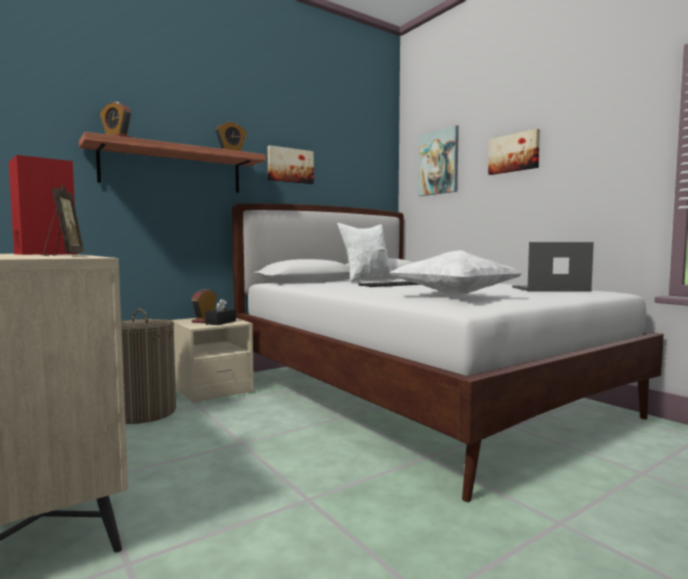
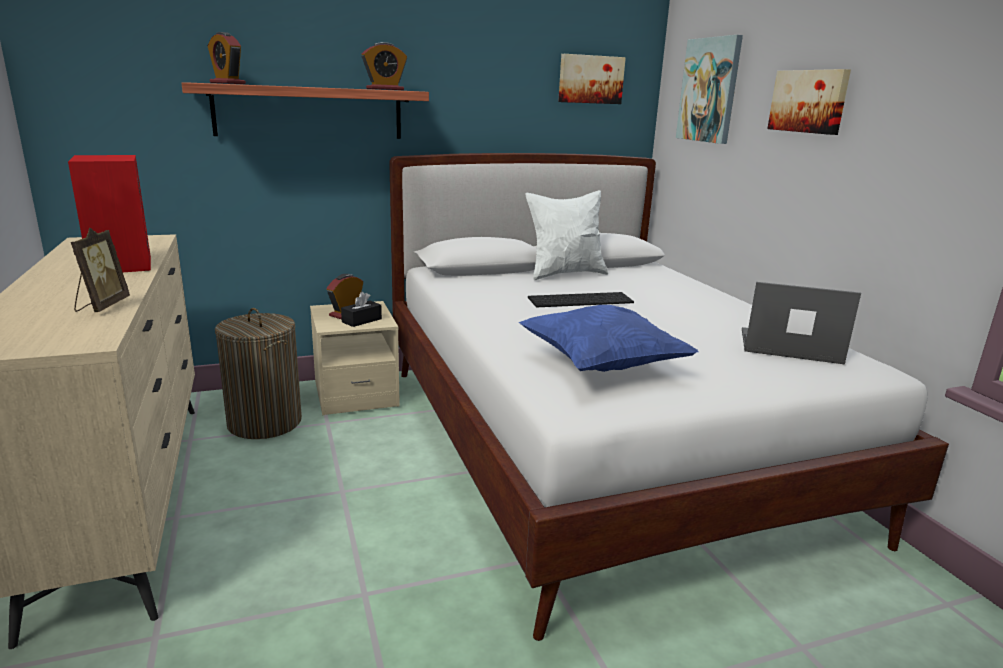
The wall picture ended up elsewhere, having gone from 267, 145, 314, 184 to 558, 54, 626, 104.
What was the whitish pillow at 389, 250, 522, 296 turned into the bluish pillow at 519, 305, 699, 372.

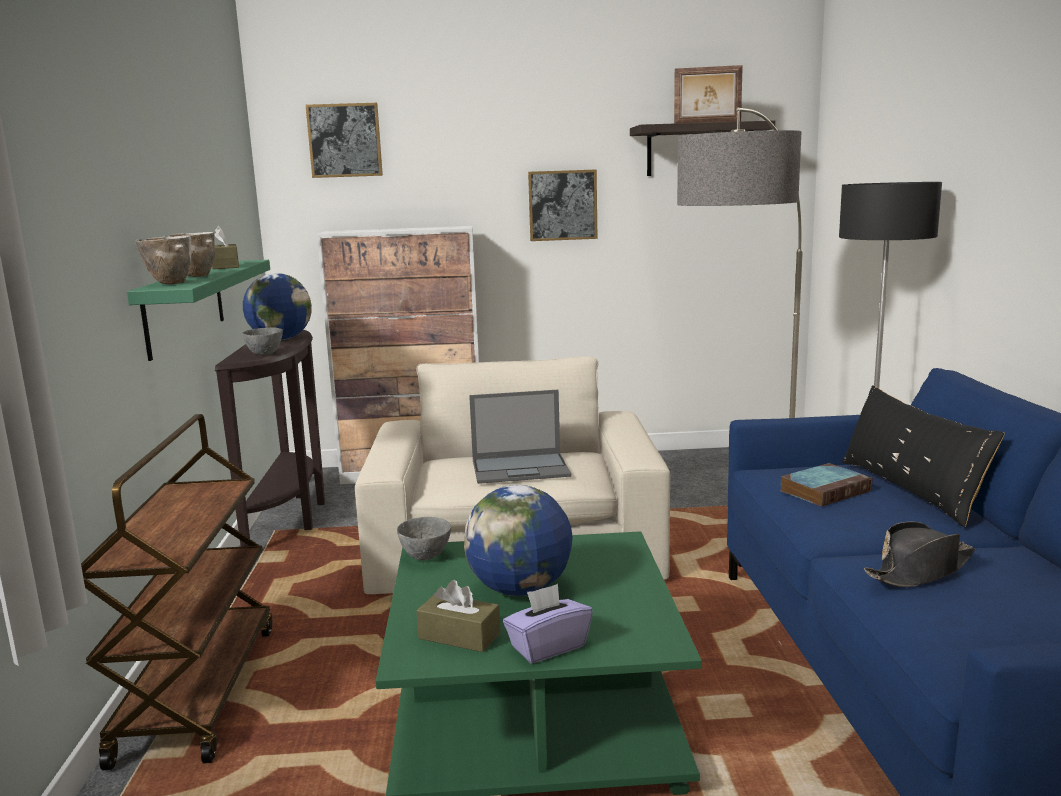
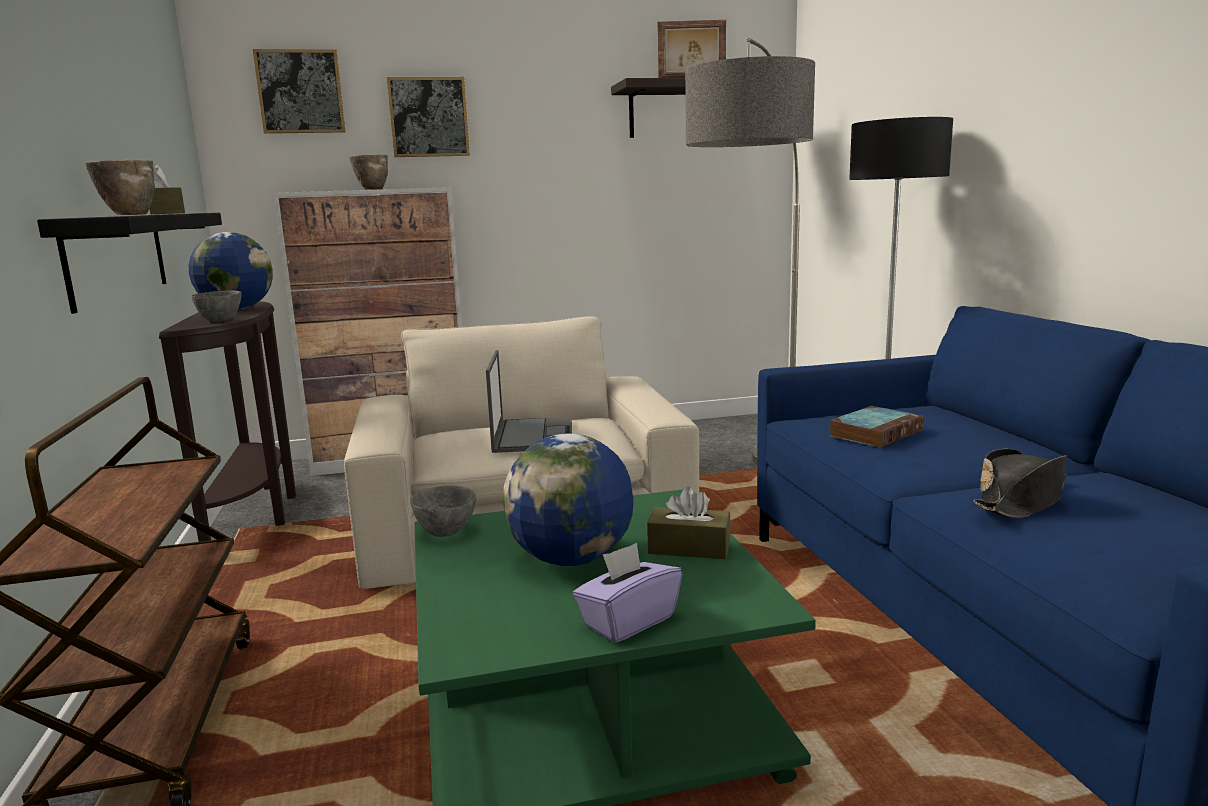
The second view lost the black pillow at 842, 385, 1005, 527.
The bowl ended up elsewhere, having gone from 135, 236, 191, 284 to 349, 154, 388, 190.
The brownish tissue box ended up elsewhere, having gone from 416, 580, 500, 652 to 647, 486, 731, 559.
The wall picture ended up elsewhere, having gone from 528, 170, 597, 241 to 387, 77, 470, 157.
What was the green wall shelf at 127, 260, 270, 361 turned into the black wall shelf at 37, 213, 222, 314.
The portable computer at 469, 390, 571, 484 ended up facing another way, 75 degrees counterclockwise from before.

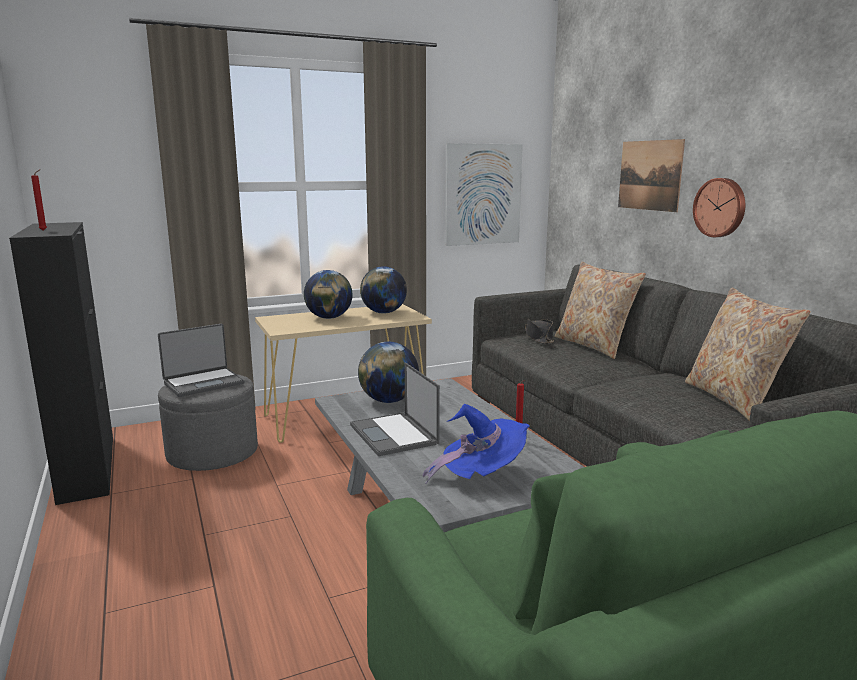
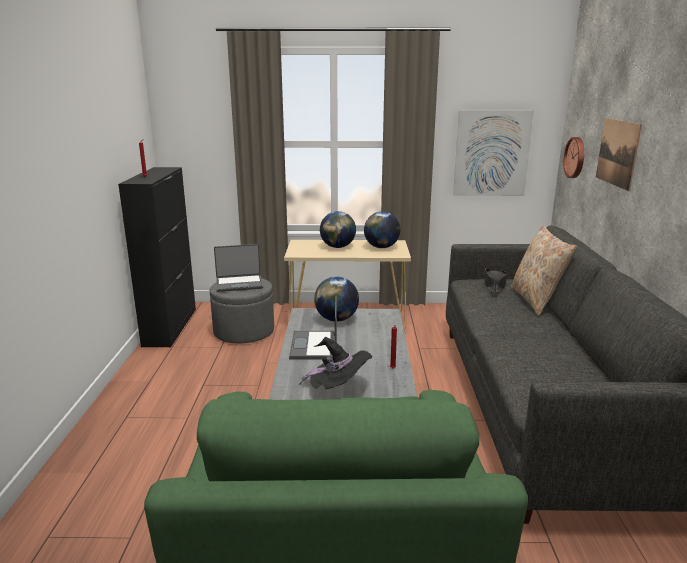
The second view lost the beige pillow at 685, 288, 811, 420.
The wall clock ended up elsewhere, having gone from 693, 178, 745, 237 to 563, 137, 584, 178.
What was the bluish clothing hat at 422, 404, 530, 484 turned into the black clothing hat at 298, 337, 372, 389.

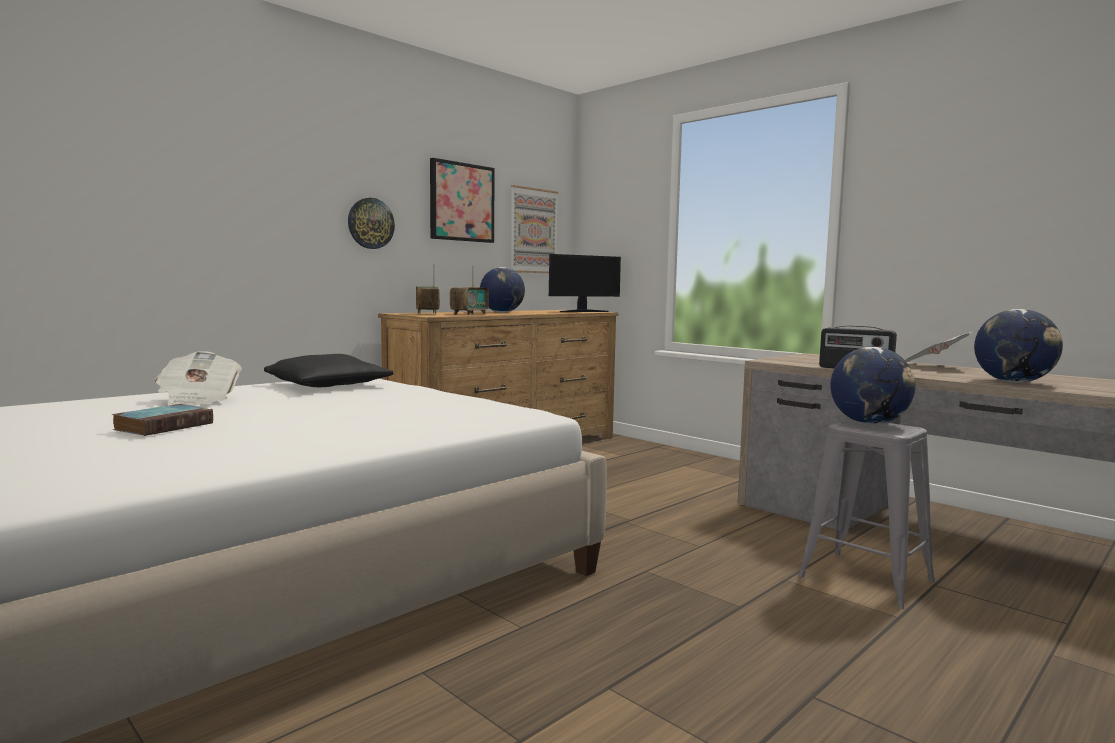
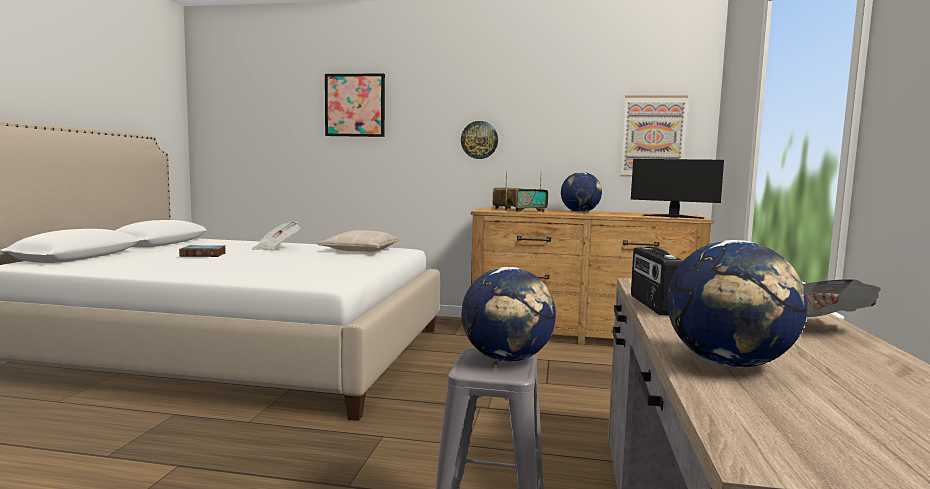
The wall picture ended up elsewhere, having gone from 430, 158, 495, 243 to 325, 73, 385, 137.
What was the black pillow at 264, 354, 394, 387 turned into the beige pillow at 318, 230, 399, 252.

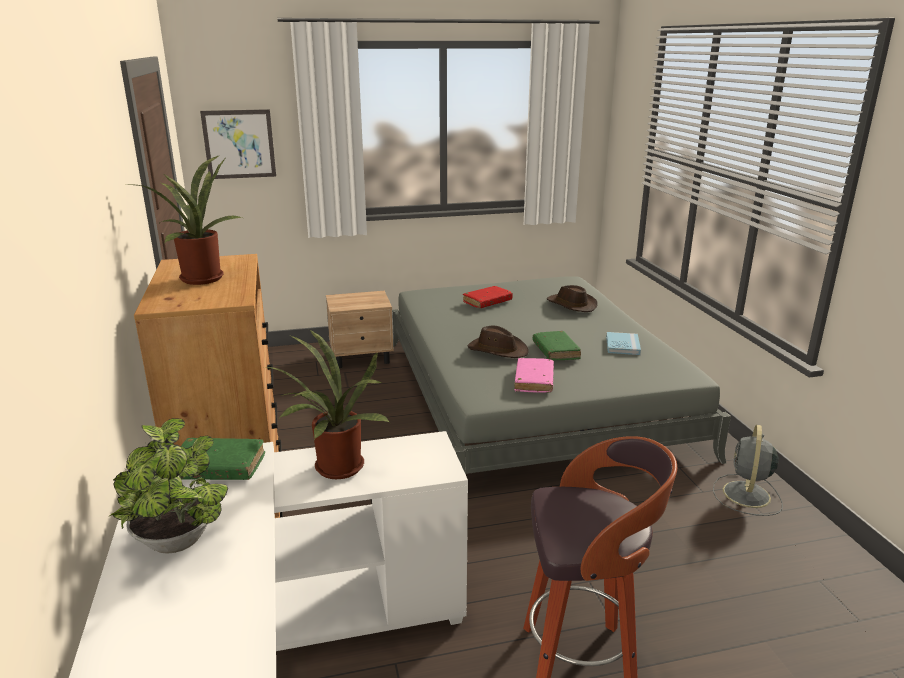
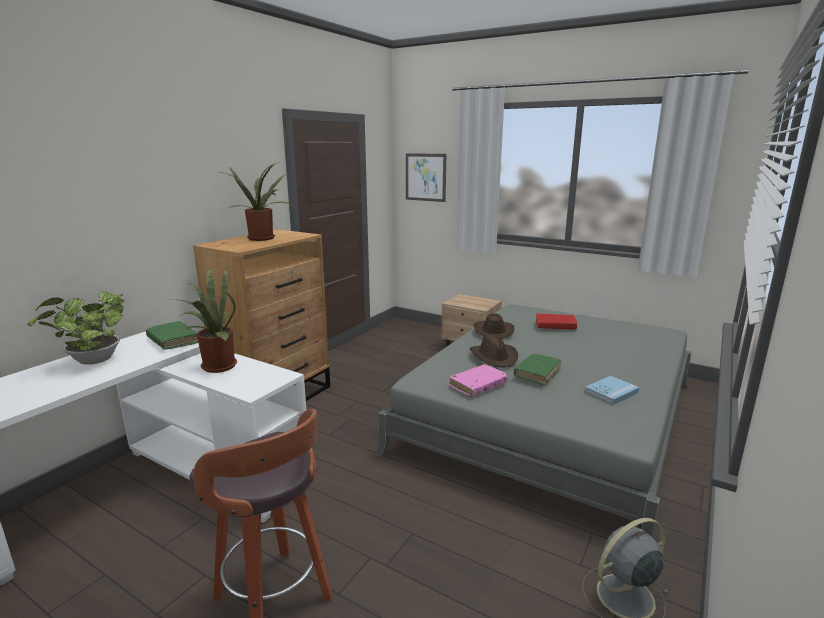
The brownish clothing hat ended up elsewhere, having gone from 547, 285, 598, 312 to 474, 314, 514, 338.

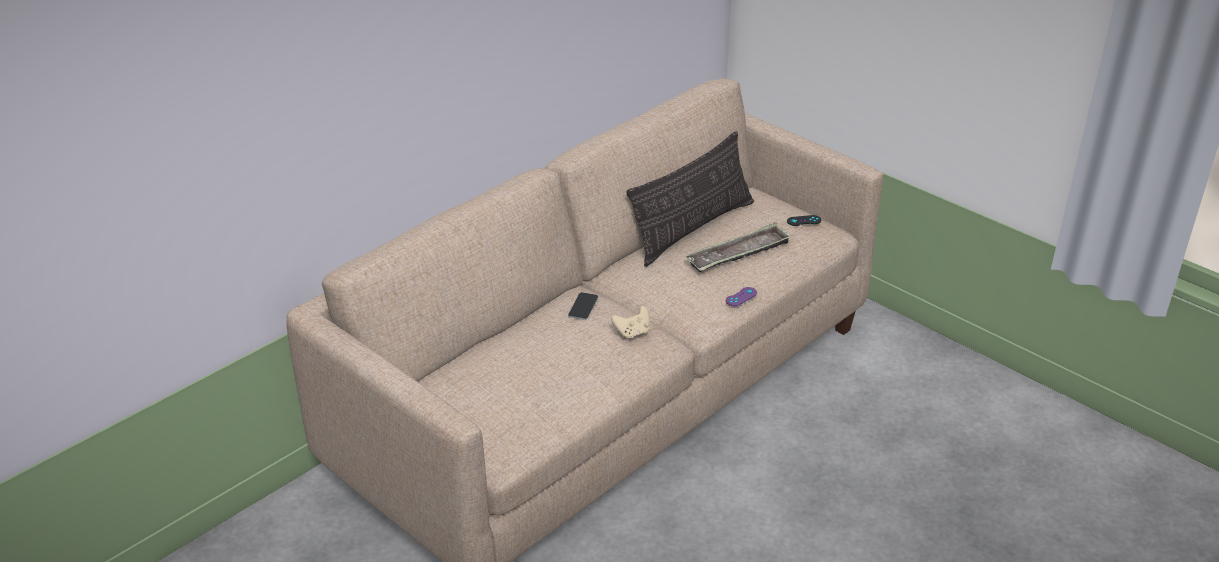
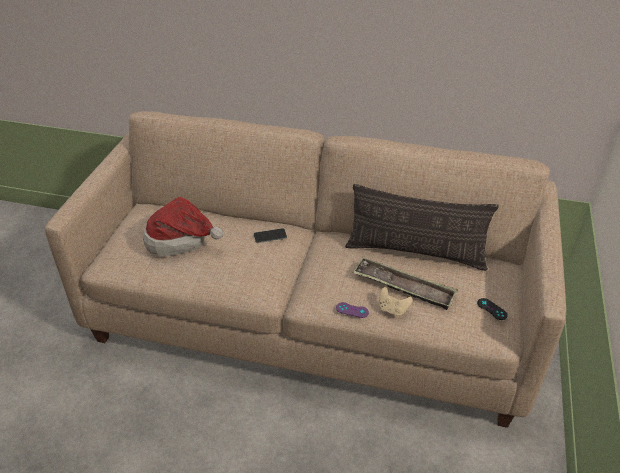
The second view gained the clothing hat at 143, 197, 223, 256.
The beige joypad ended up elsewhere, having gone from 611, 306, 650, 339 to 379, 287, 413, 316.

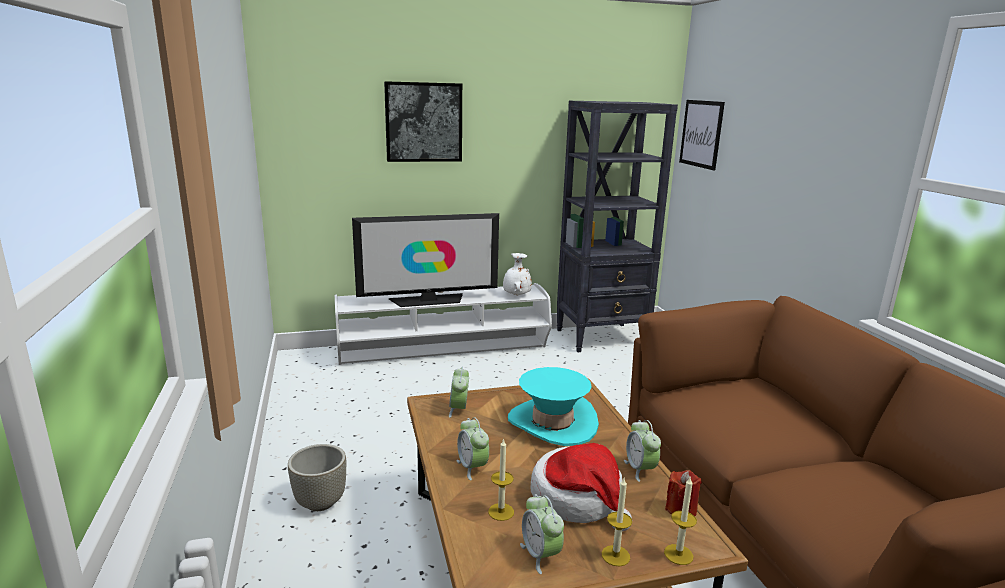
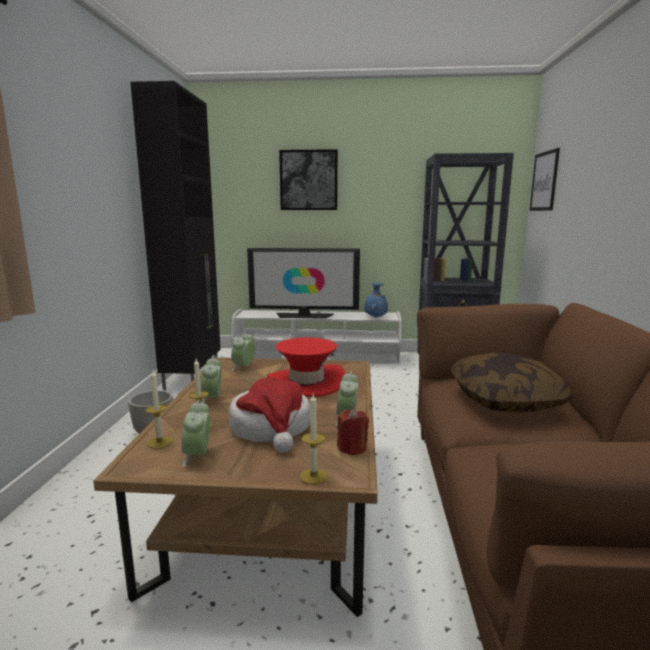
The second view gained the black storage cabinet at 130, 81, 221, 390.
The second view gained the pillow at 451, 353, 574, 412.
The candle ended up elsewhere, having gone from 602, 478, 632, 567 to 146, 370, 172, 448.
What was the whitish vase at 503, 253, 532, 295 turned into the bluish vase at 364, 283, 388, 317.
What was the blue-green clothing hat at 508, 367, 599, 446 turned into the red clothing hat at 267, 338, 345, 397.

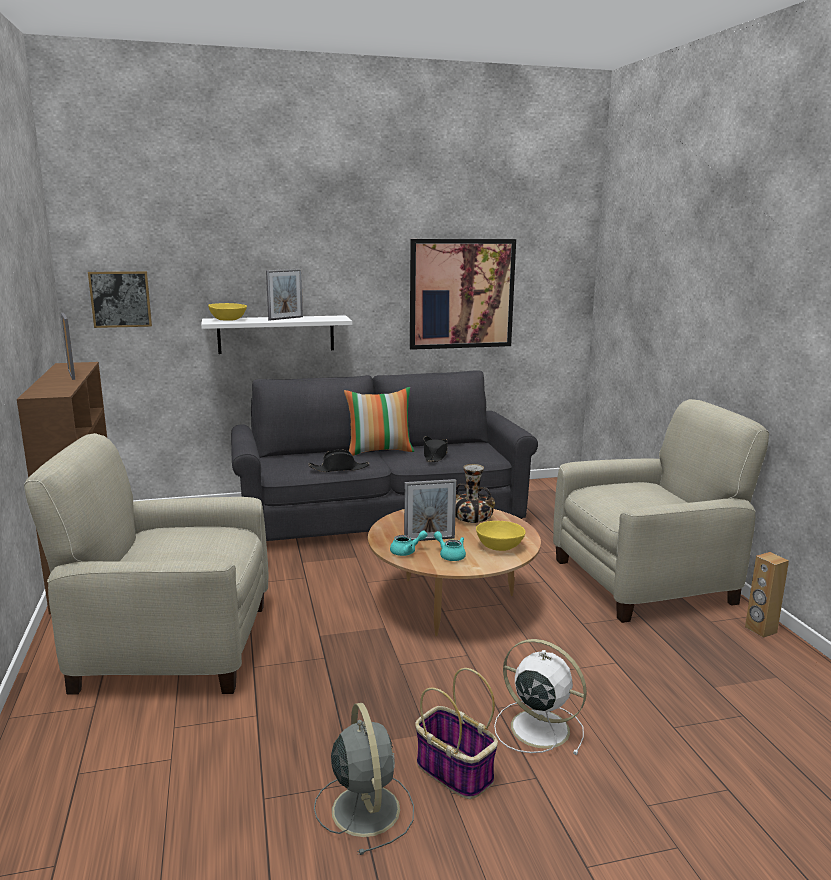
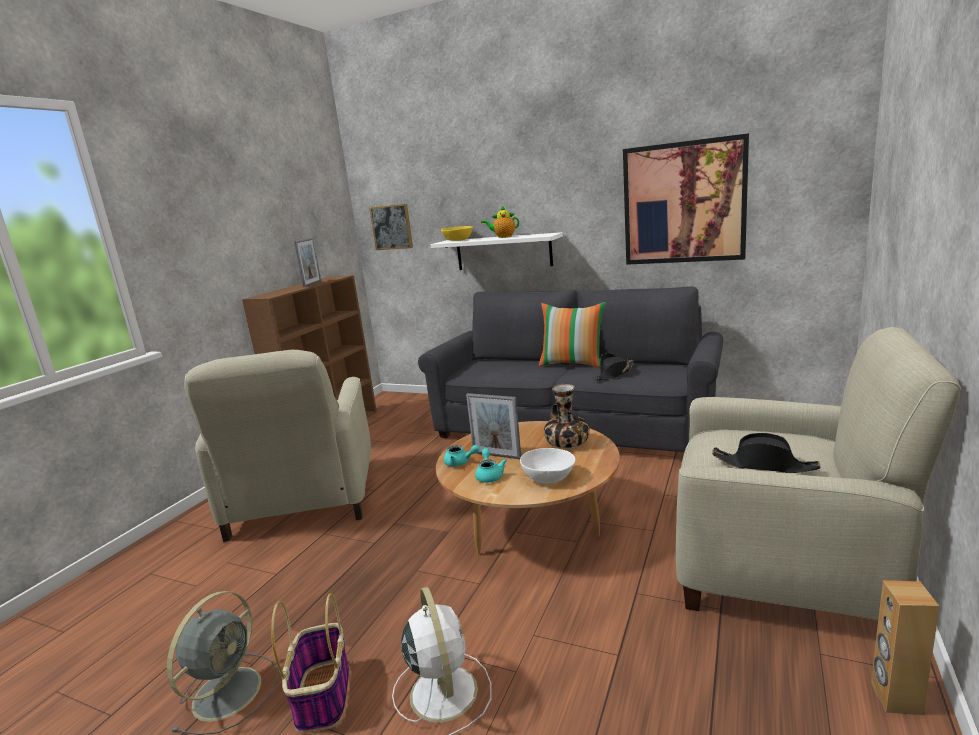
The black clothing hat ended up elsewhere, having gone from 309, 450, 369, 472 to 712, 433, 821, 473.
Where the picture frame stood at 266, 269, 303, 321, the tea pot came to stand at 481, 205, 519, 238.
What was the yellow bowl at 476, 521, 526, 551 turned into the whitish bowl at 520, 448, 575, 484.
The beige armchair at 24, 433, 268, 694 ended up facing another way, 135 degrees counterclockwise from before.

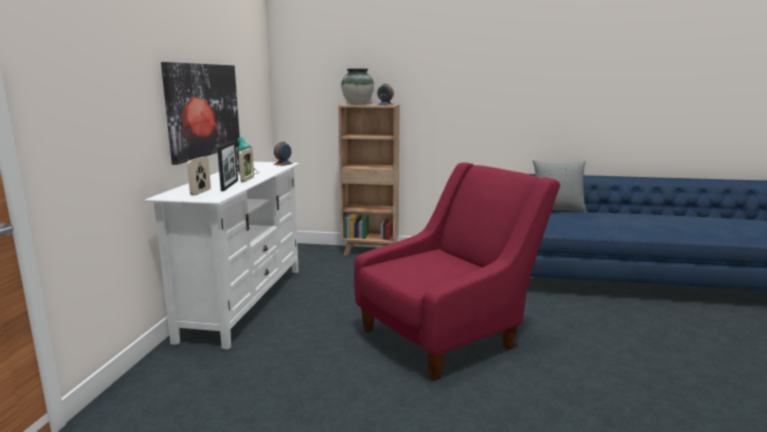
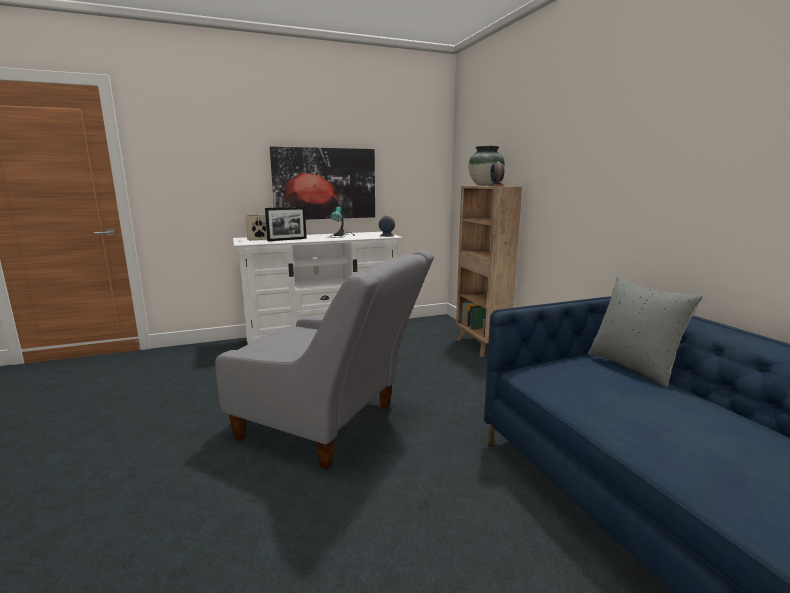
The second view lost the picture frame at 239, 148, 254, 182.
What was the red armchair at 354, 162, 560, 381 turned into the greyish armchair at 215, 250, 434, 470.

